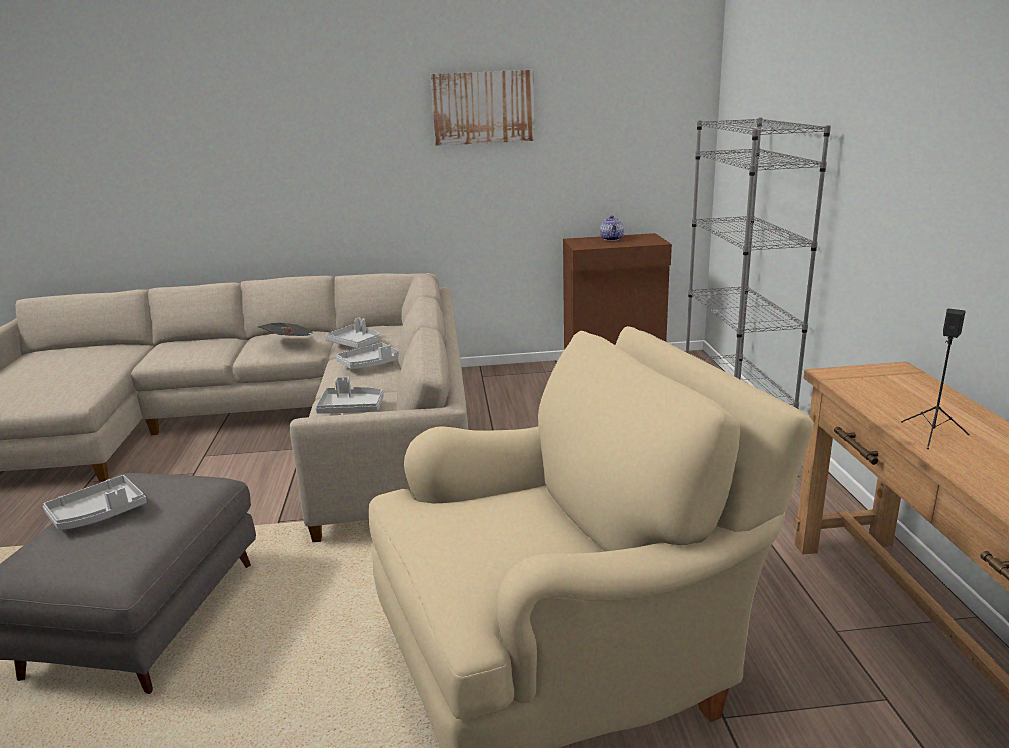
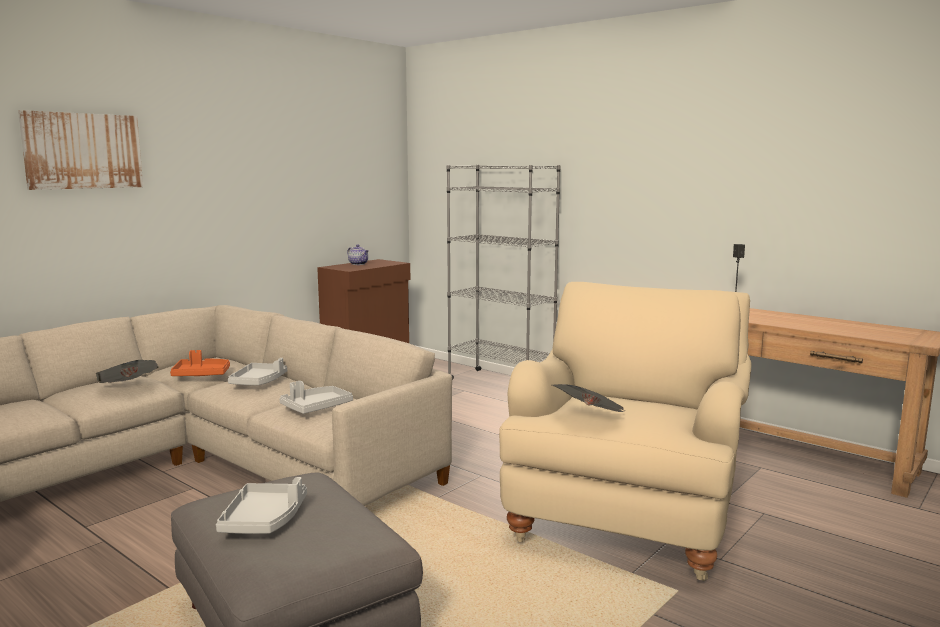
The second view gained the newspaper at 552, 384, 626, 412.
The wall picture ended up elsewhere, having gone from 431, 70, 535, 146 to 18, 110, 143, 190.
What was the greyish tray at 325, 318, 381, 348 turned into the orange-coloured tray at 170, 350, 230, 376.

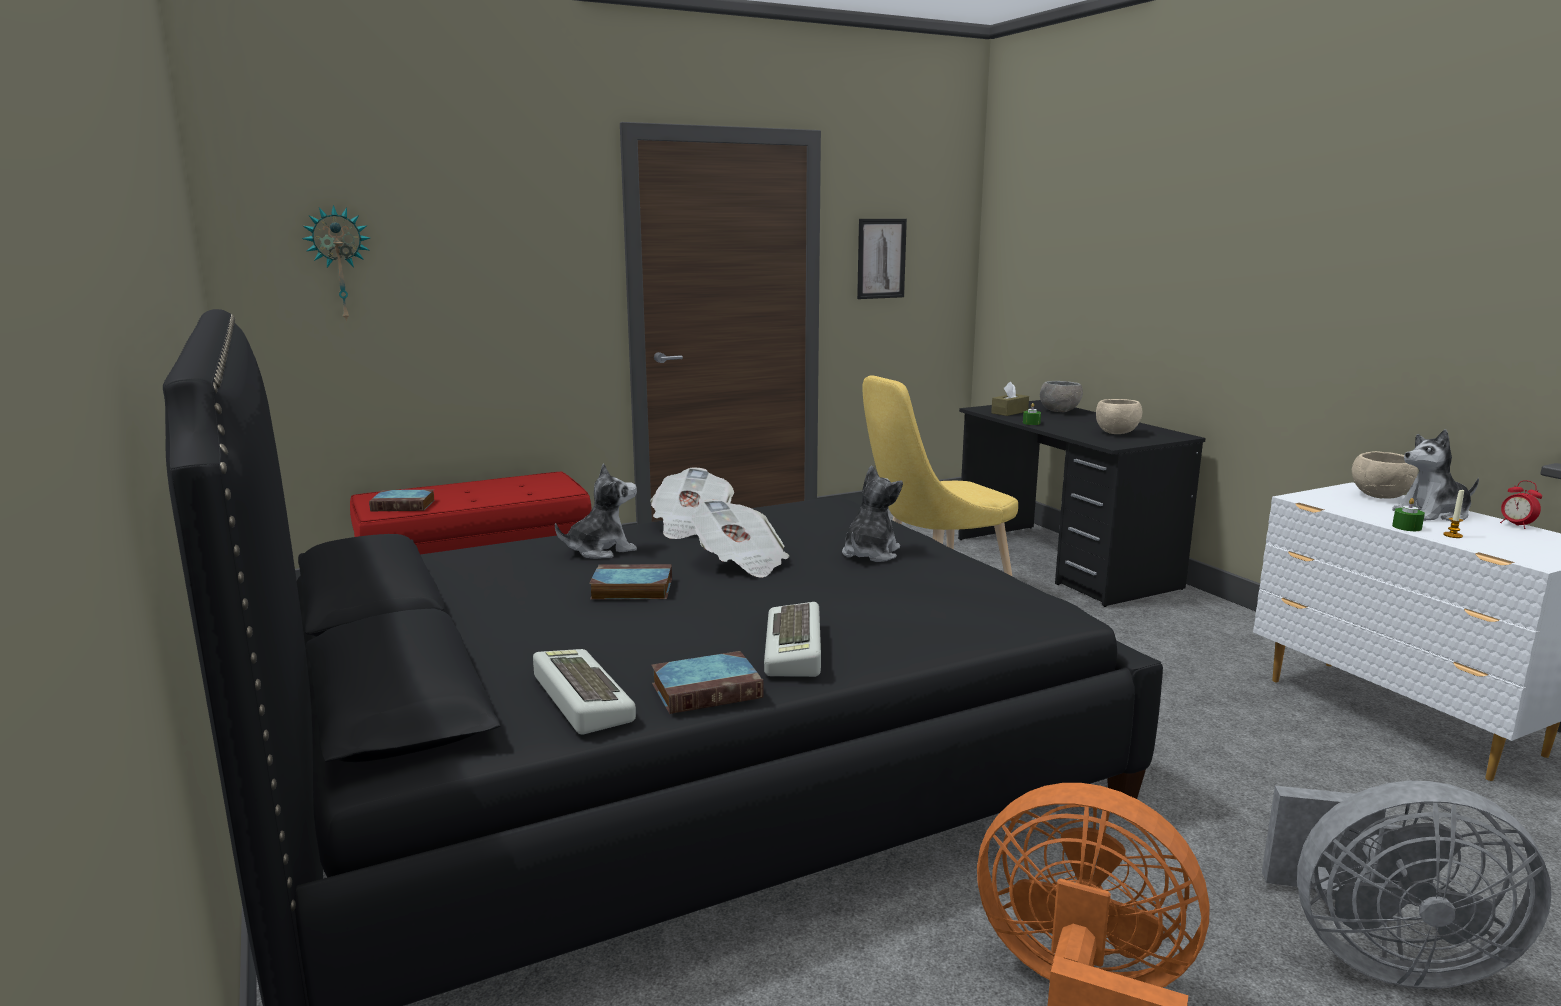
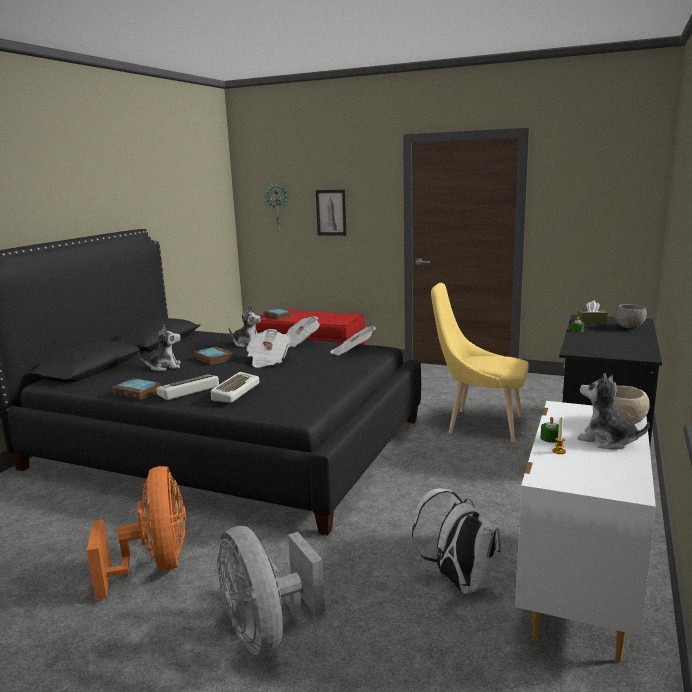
The second view lost the beige bowl at 1096, 399, 1142, 434.
The second view lost the bedside clock at 1500, 480, 1542, 529.
The second view gained the newspaper at 331, 326, 376, 356.
The second view gained the whitish rucksack at 412, 488, 501, 594.
The PC keyboard ended up elsewhere, having gone from 533, 649, 636, 735 to 211, 372, 259, 403.
The plush toy ended up elsewhere, having gone from 842, 465, 903, 562 to 138, 324, 181, 371.
The wall picture ended up elsewhere, having gone from 857, 219, 907, 299 to 316, 190, 347, 236.

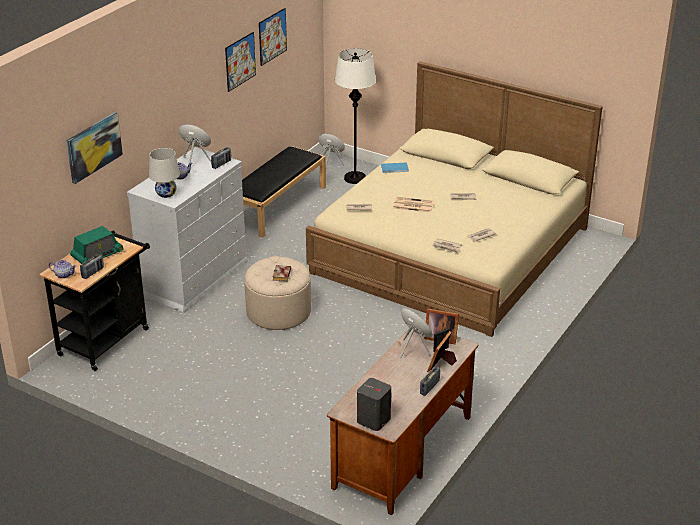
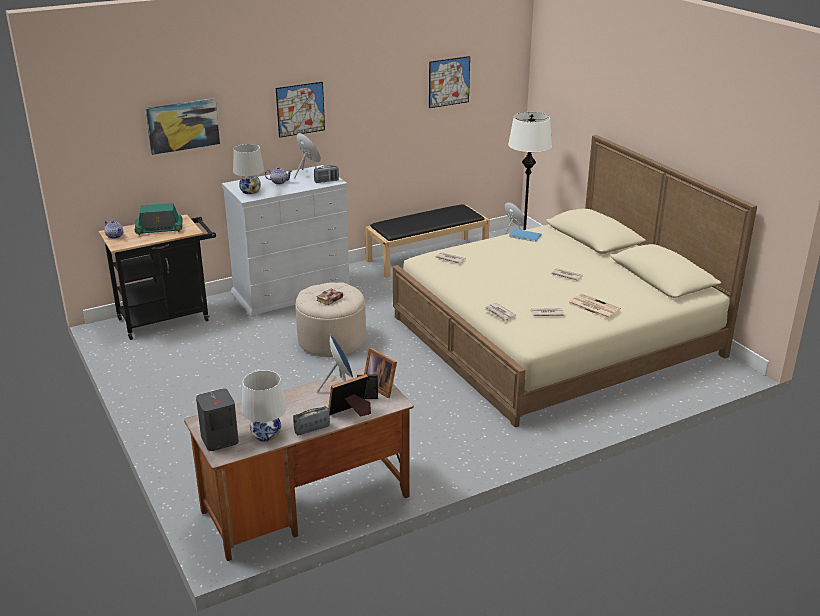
The second view lost the radio set at 80, 254, 104, 279.
The second view gained the whitish lamp for a table at 242, 370, 287, 442.
The wall picture ended up elsewhere, having gone from 225, 32, 256, 92 to 276, 82, 325, 138.
The newspaper ended up elsewhere, having gone from 393, 197, 434, 213 to 568, 294, 621, 319.

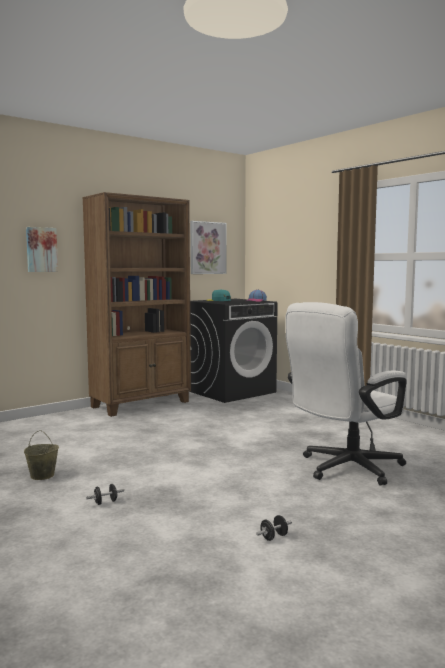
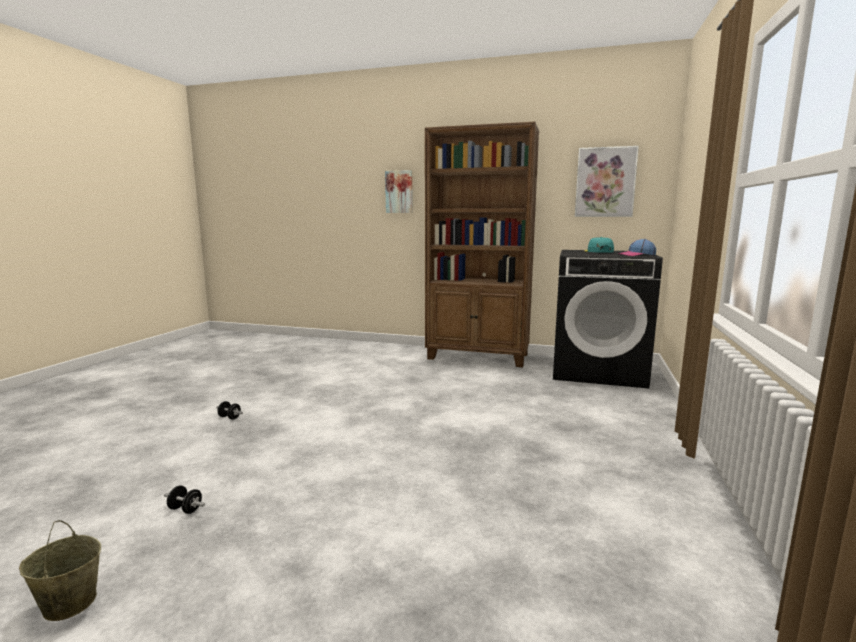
The second view lost the whitish office chair at 286, 302, 407, 486.
The beige bucket ended up elsewhere, having gone from 24, 430, 59, 480 to 19, 520, 101, 621.

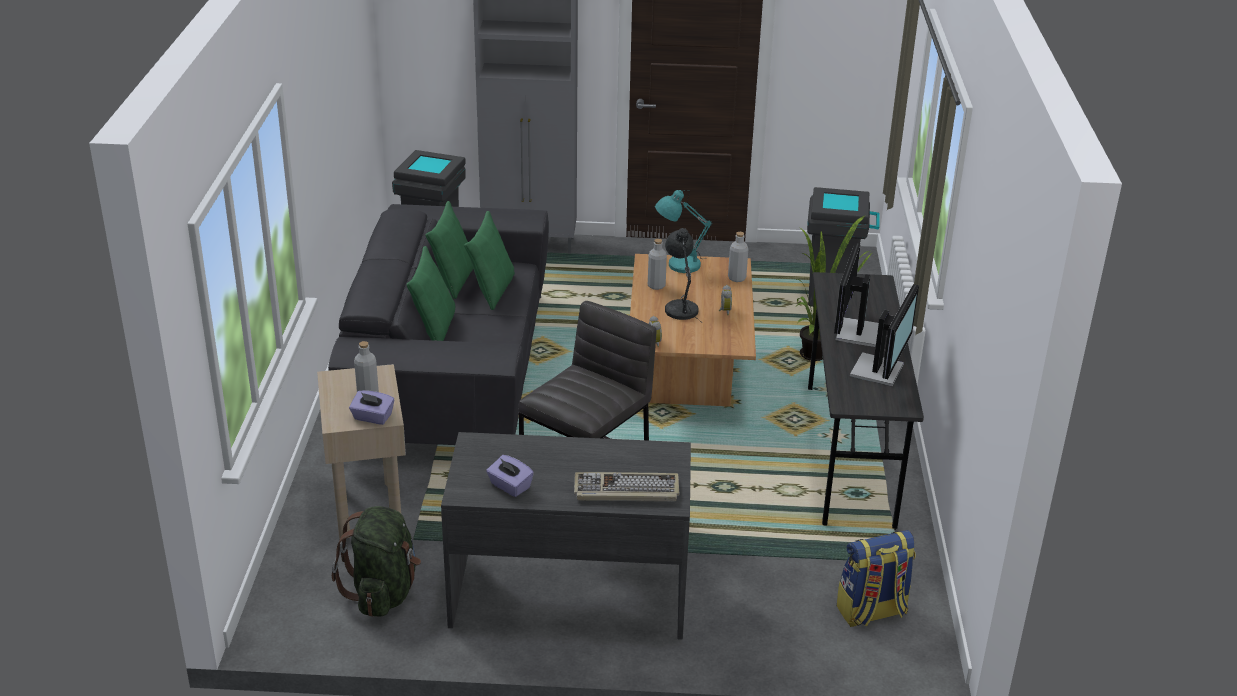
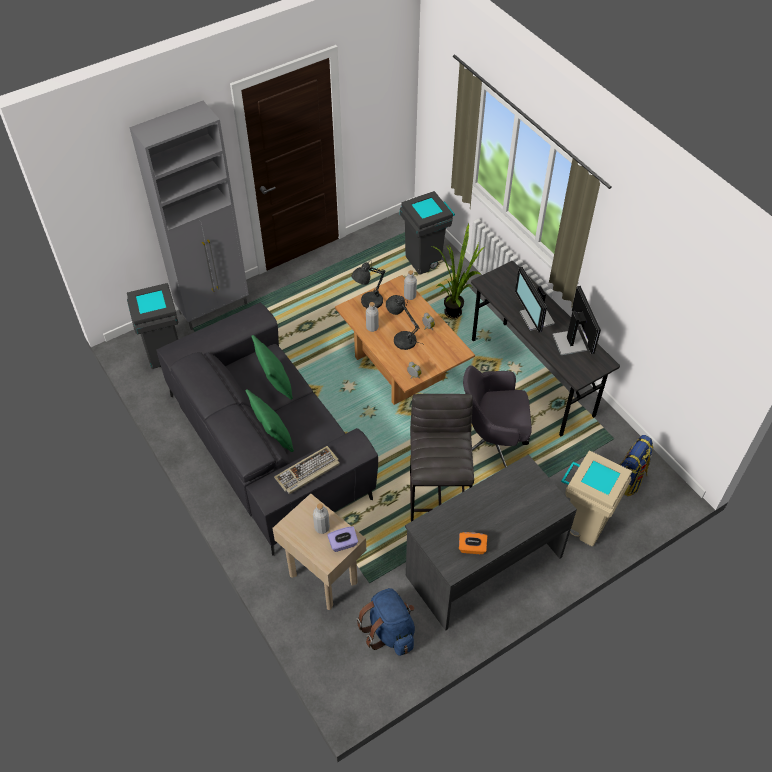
The second view lost the green pillow at 426, 201, 473, 299.
The second view gained the greyish office chair at 463, 365, 532, 468.
The second view gained the beige trash can at 561, 450, 632, 546.
The PC keyboard ended up elsewhere, having gone from 574, 472, 679, 502 to 274, 446, 340, 494.
What was the green rucksack at 332, 506, 421, 617 turned into the bluish rucksack at 357, 588, 415, 656.
What was the purplish tissue box at 486, 455, 534, 497 turned into the orange-coloured tissue box at 459, 532, 487, 554.
What was the blue-green lamp for a table at 655, 190, 712, 273 turned into the greyish lamp for a table at 351, 262, 385, 308.

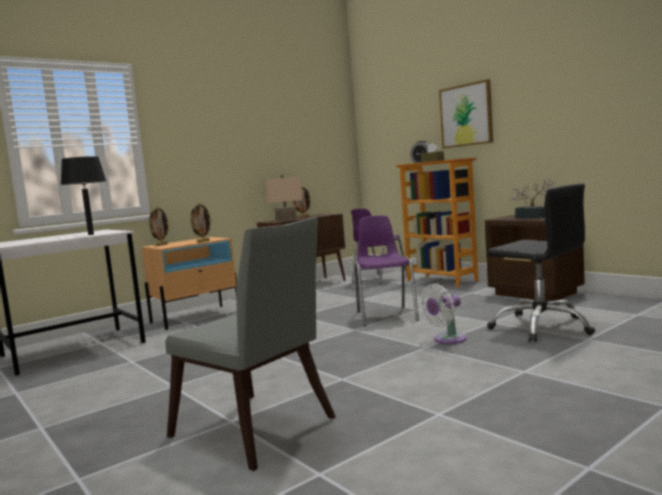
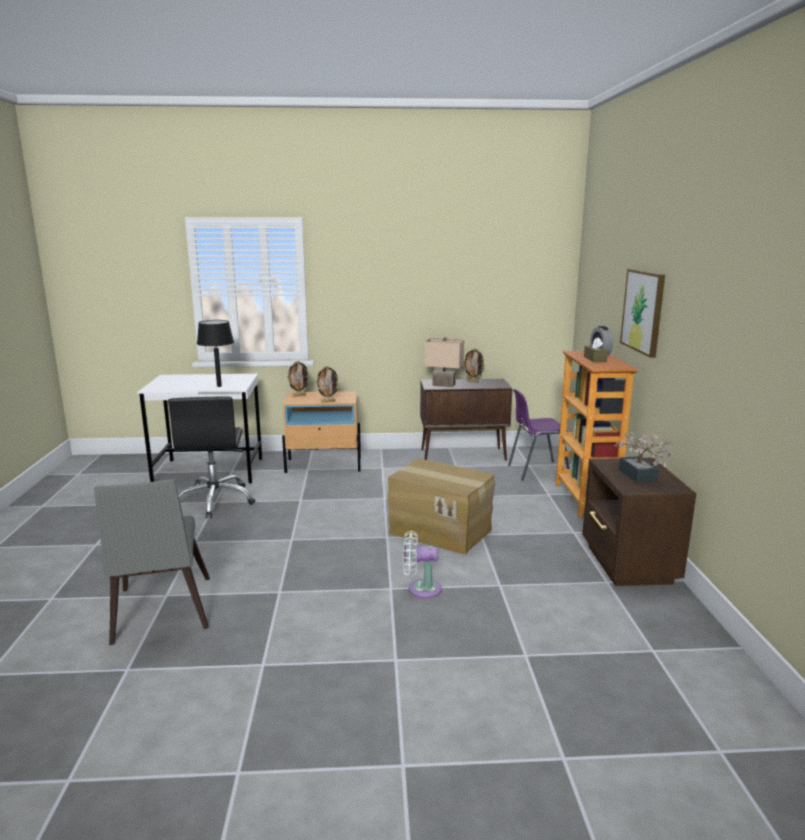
The black office chair ended up elsewhere, having gone from 487, 183, 595, 342 to 168, 397, 255, 518.
Where the purplish plain chair stood at 354, 215, 419, 326, the carton came to stand at 387, 459, 495, 555.

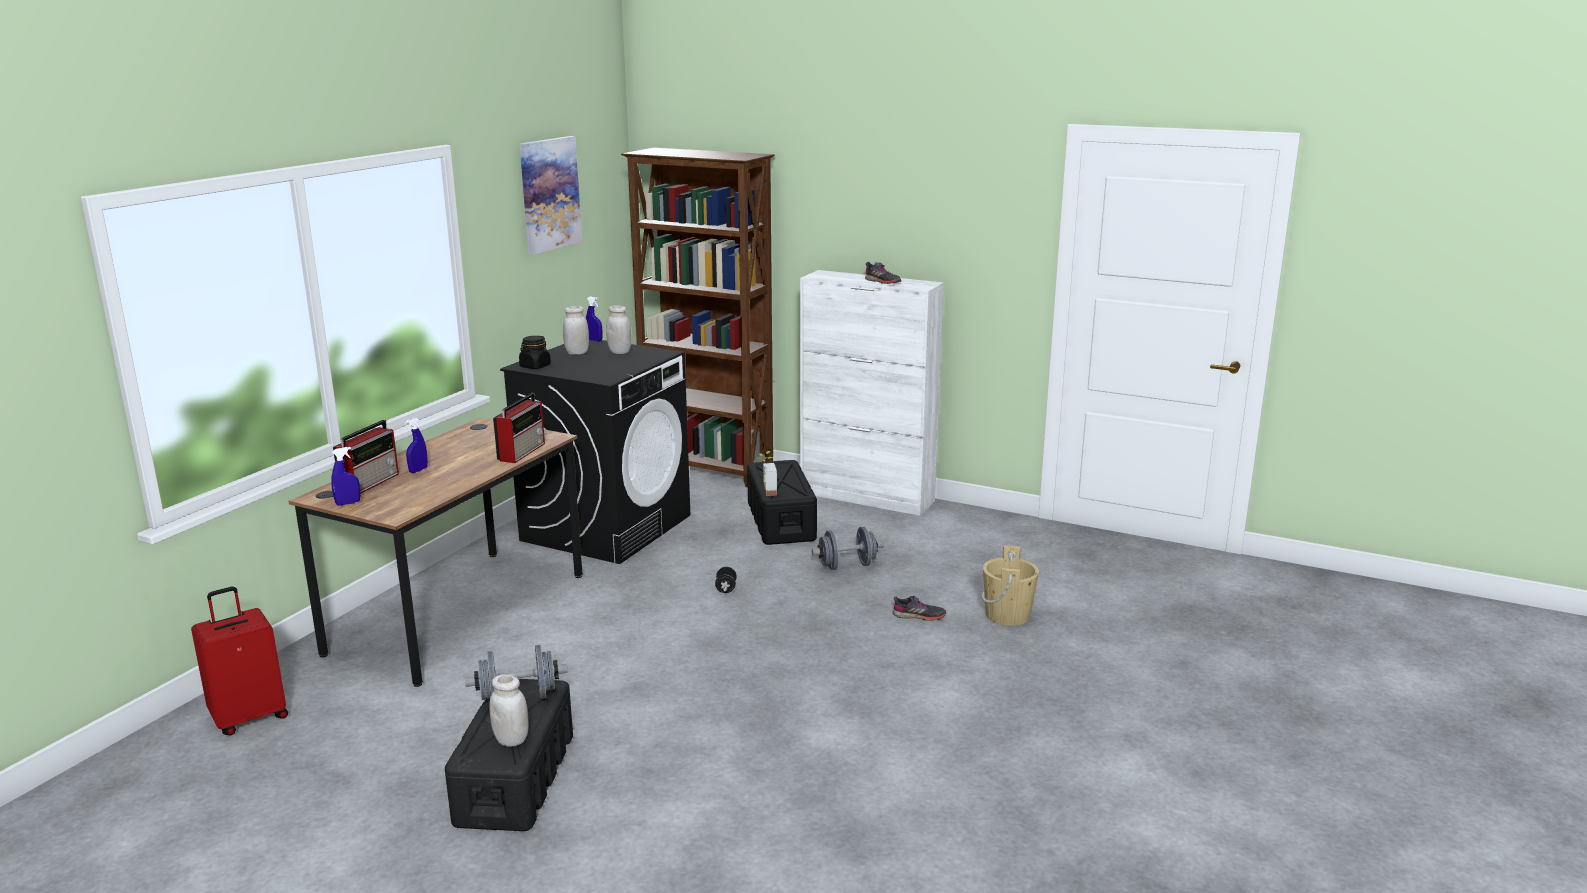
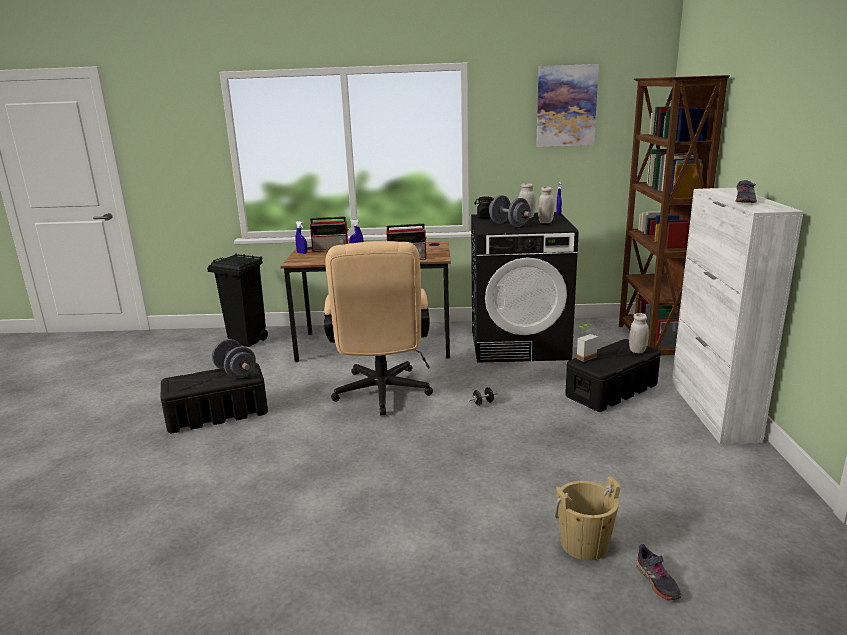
The second view gained the beige office chair at 324, 241, 433, 416.
The whitish jar ended up elsewhere, having gone from 489, 674, 529, 747 to 629, 313, 649, 354.
The greyish hand weight ended up elsewhere, having gone from 812, 527, 883, 570 to 489, 195, 531, 227.
The greyish item of footwear ended up elsewhere, having gone from 893, 596, 946, 621 to 636, 544, 682, 600.
Where the red piece of luggage stood at 191, 587, 288, 735, the black trash can came to stand at 207, 253, 268, 347.

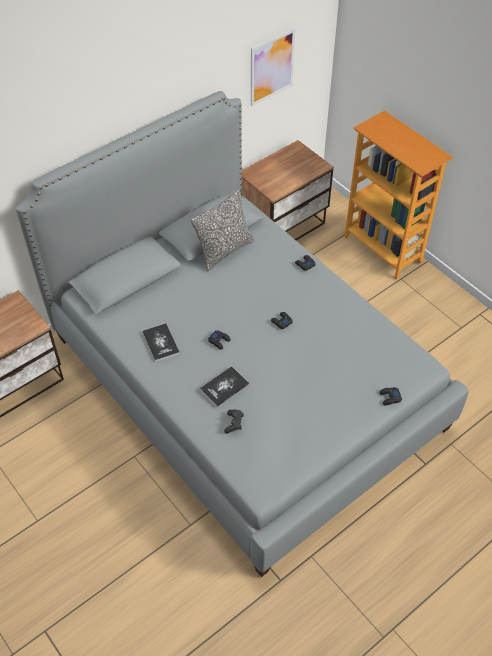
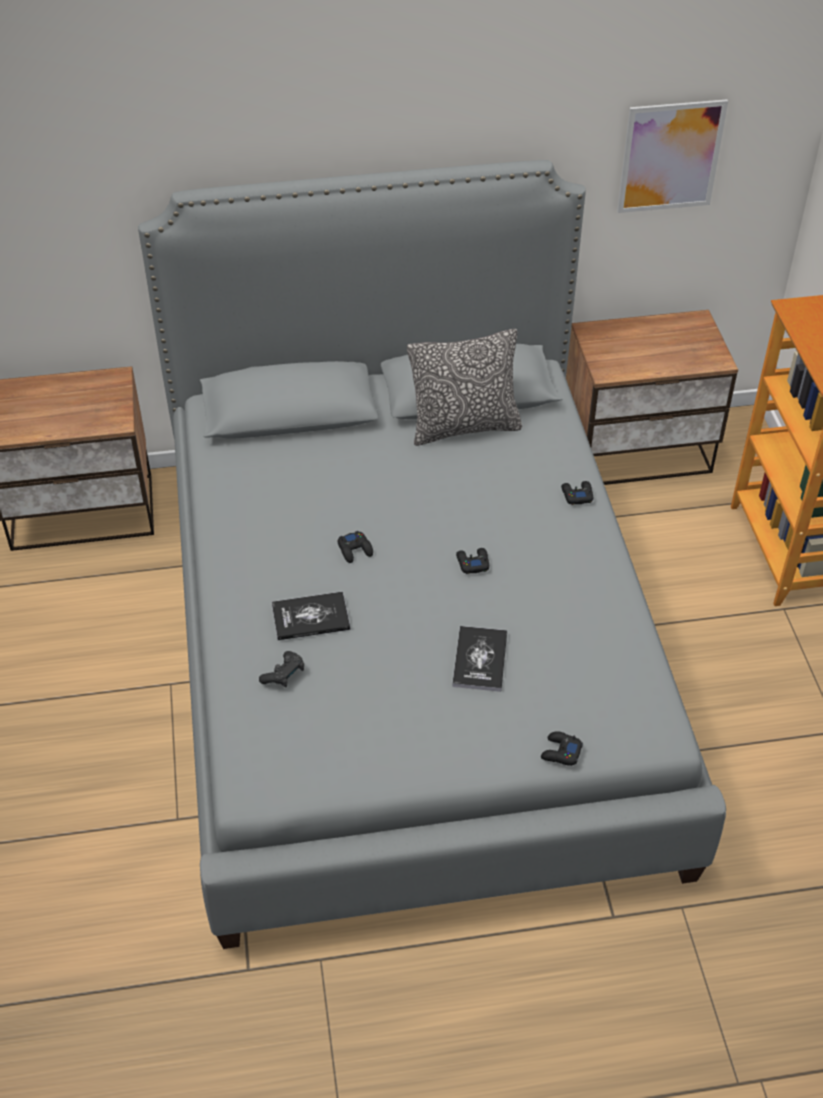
The volume ended up elsewhere, having gone from 142, 323, 180, 362 to 452, 626, 507, 692.

